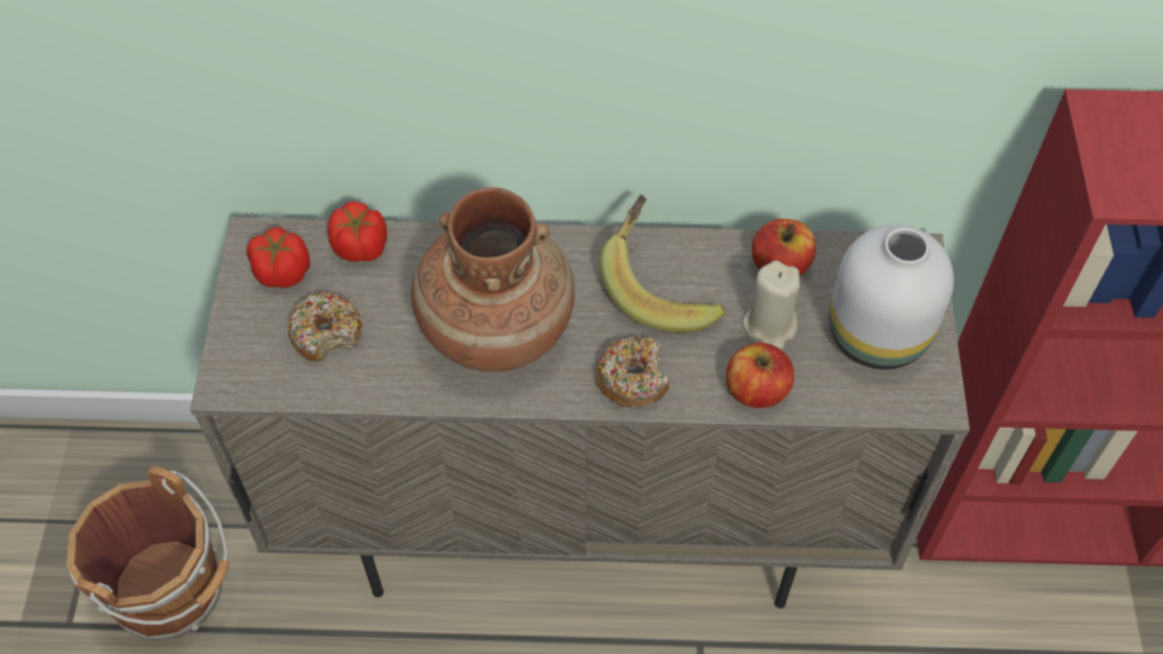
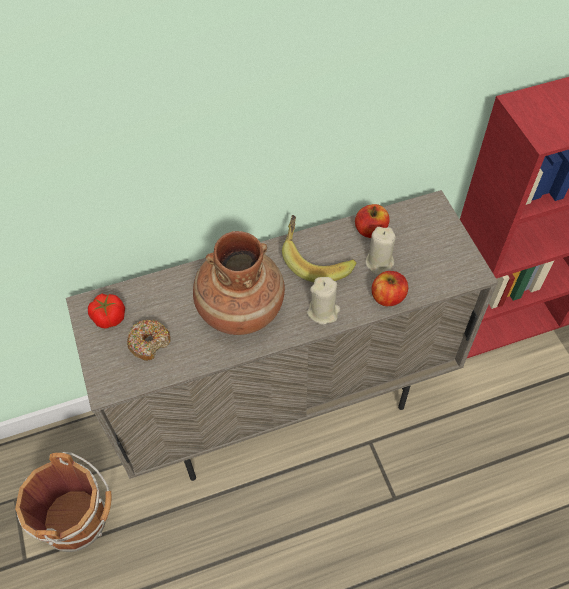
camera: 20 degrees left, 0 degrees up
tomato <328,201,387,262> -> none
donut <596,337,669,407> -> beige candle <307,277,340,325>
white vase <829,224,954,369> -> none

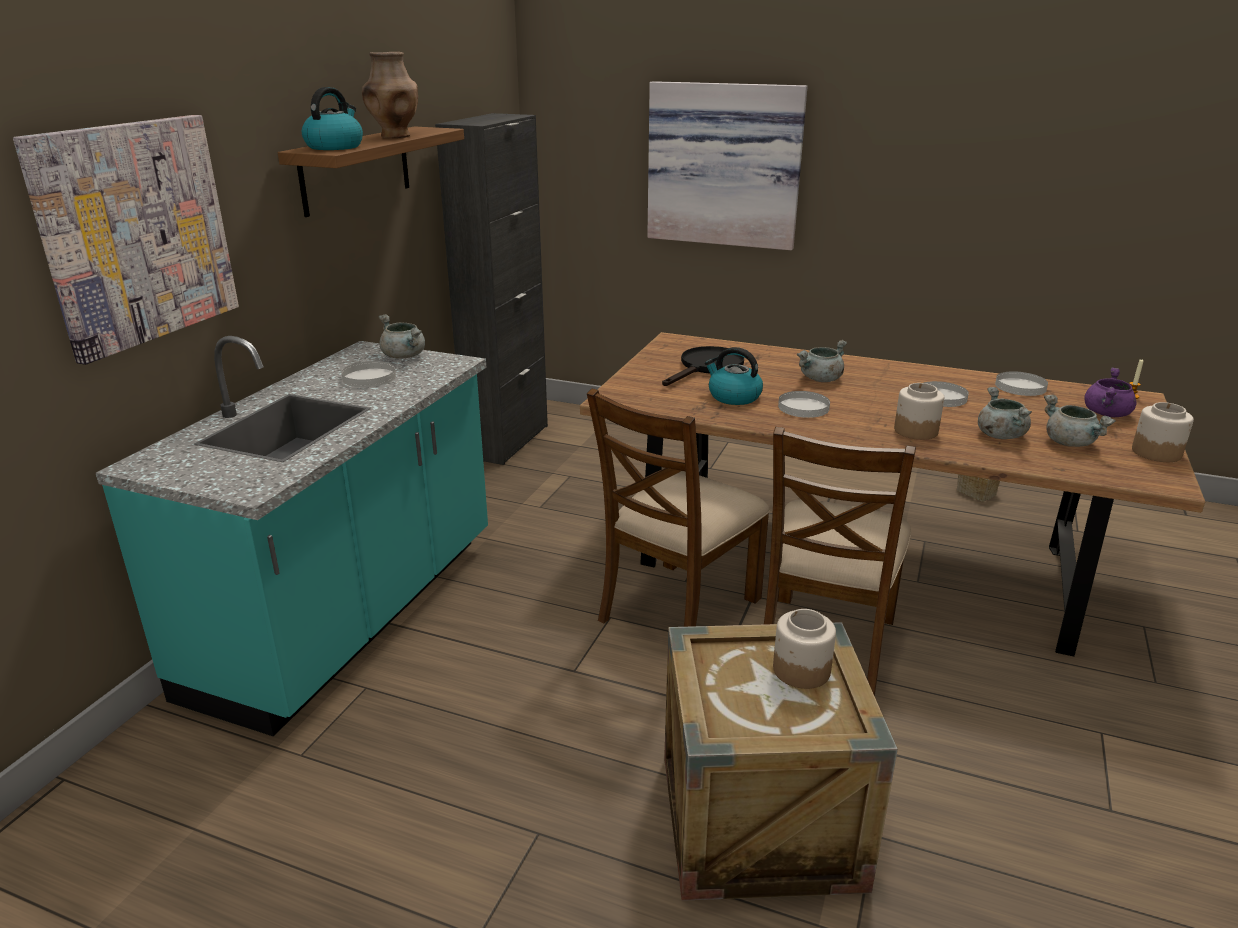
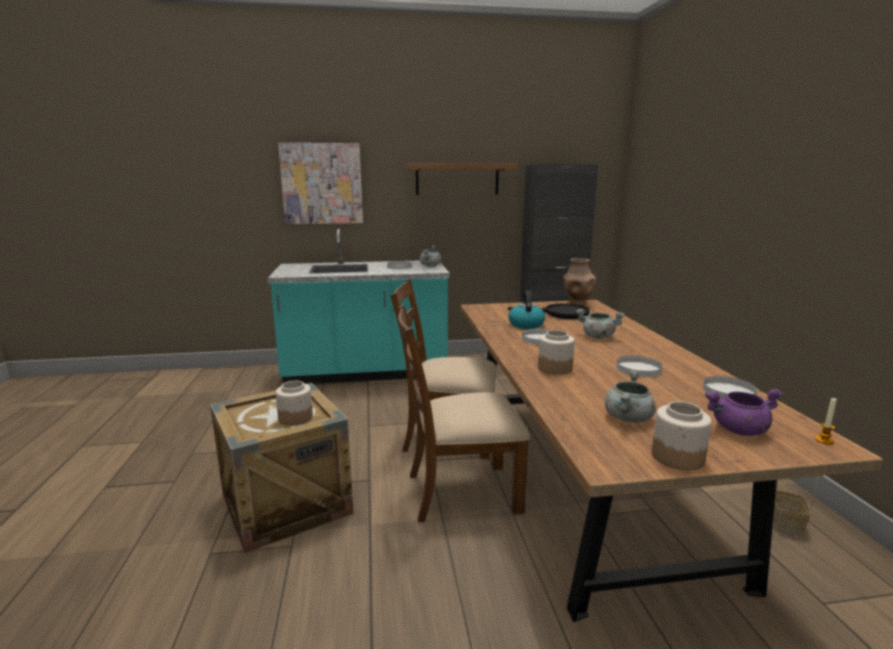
camera: 60 degrees right, 10 degrees down
kettle <302,87,363,150> -> none
brown vase <362,52,418,138> -> brown vase <563,258,596,306>, shifted
picture <647,81,808,250> -> none
grey cooking pot <978,387,1032,439> -> none

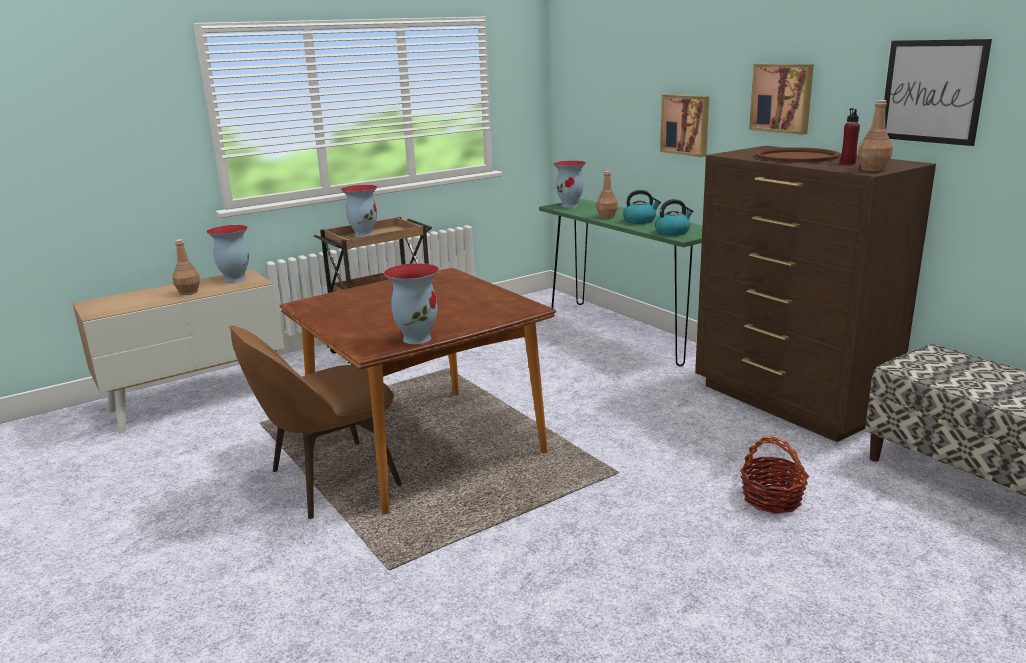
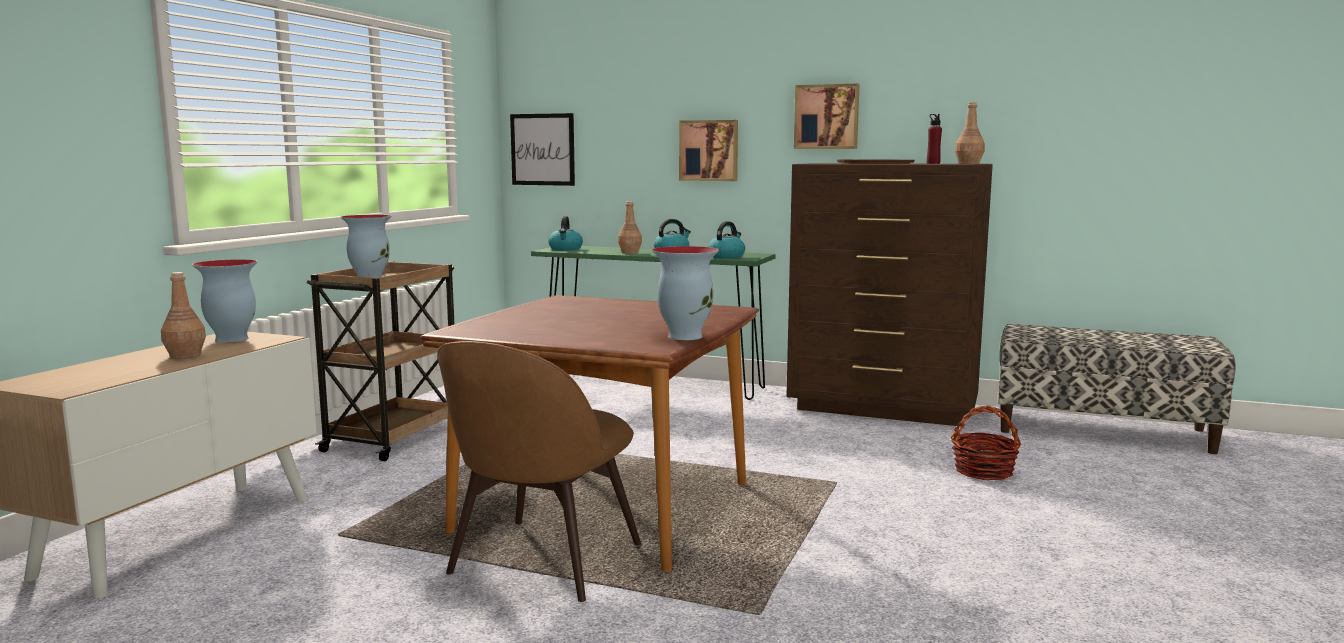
camera: 35 degrees left, 10 degrees down
vase <553,161,586,208> -> kettle <548,216,583,250>
picture <884,39,992,146> -> picture <510,113,575,186>, shifted

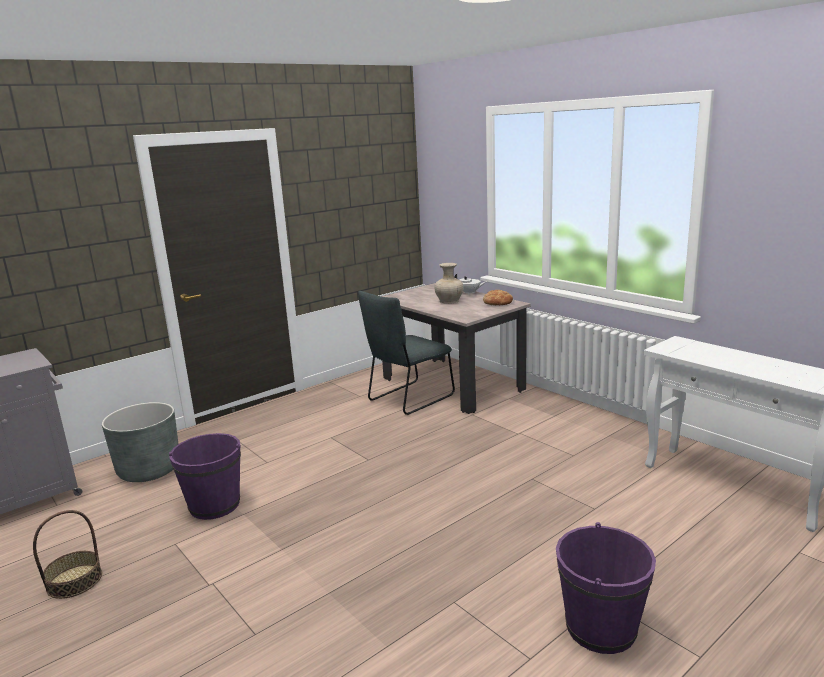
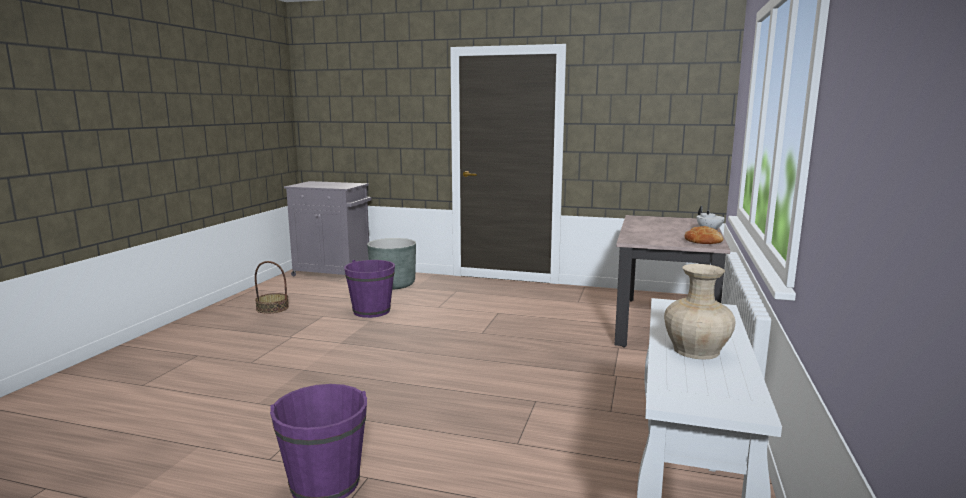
camera: 55 degrees right, 5 degrees down
grey chair <358,291,455,415> -> none
beige vase <434,263,463,304> -> beige vase <664,264,735,360>, shifted

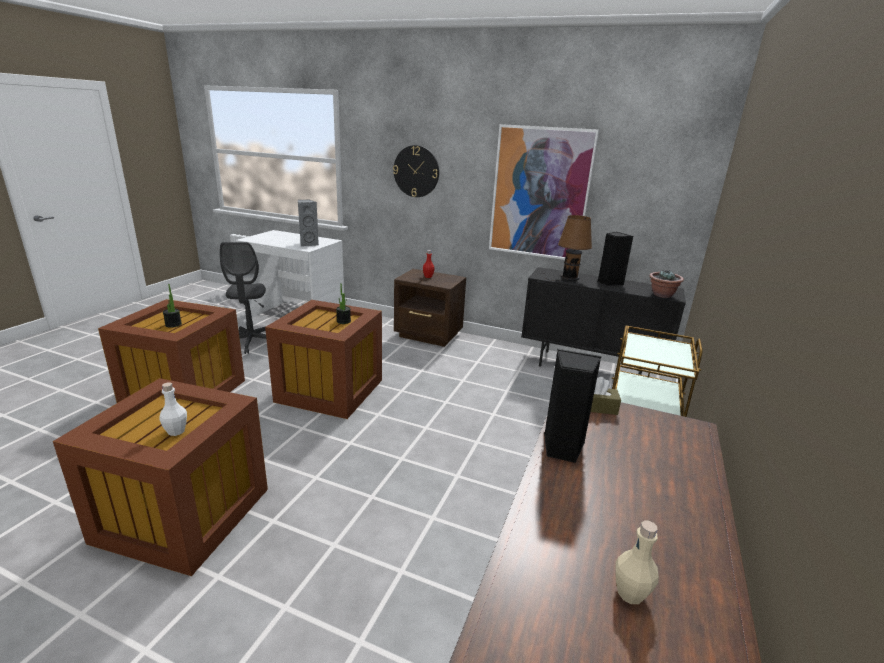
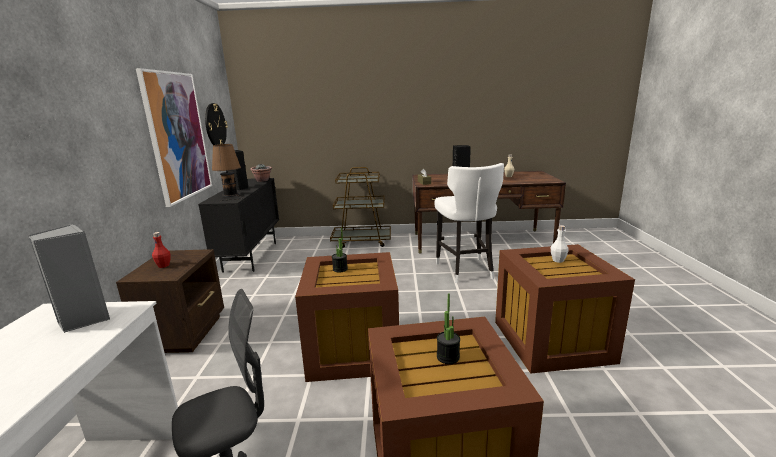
camera: 110 degrees left, 5 degrees down
wall clock <393,145,439,197> -> wall clock <205,103,228,145>, shifted
none -> white stool <434,163,504,283>

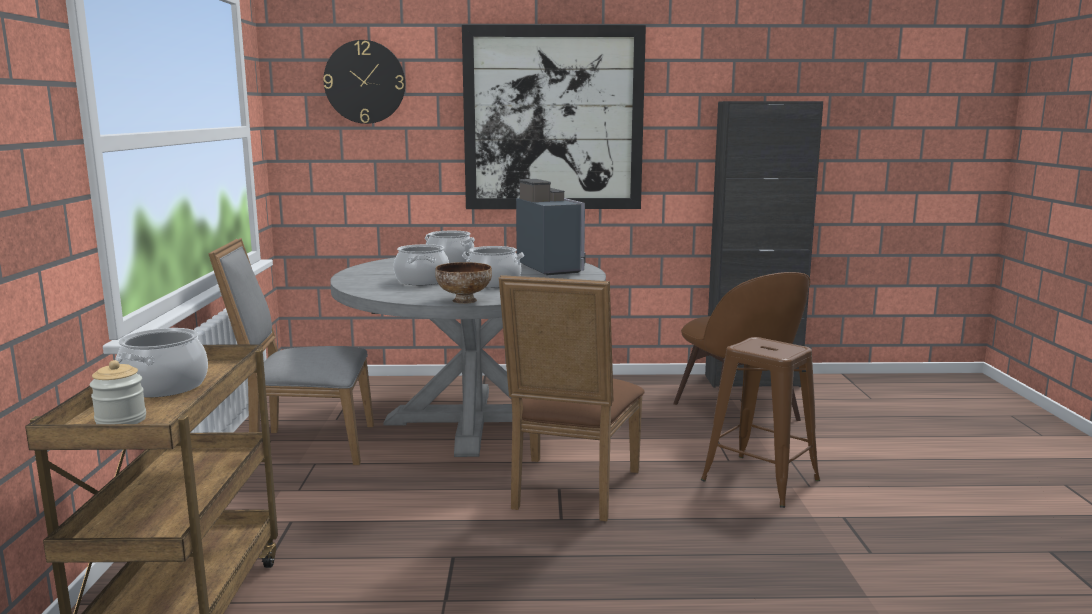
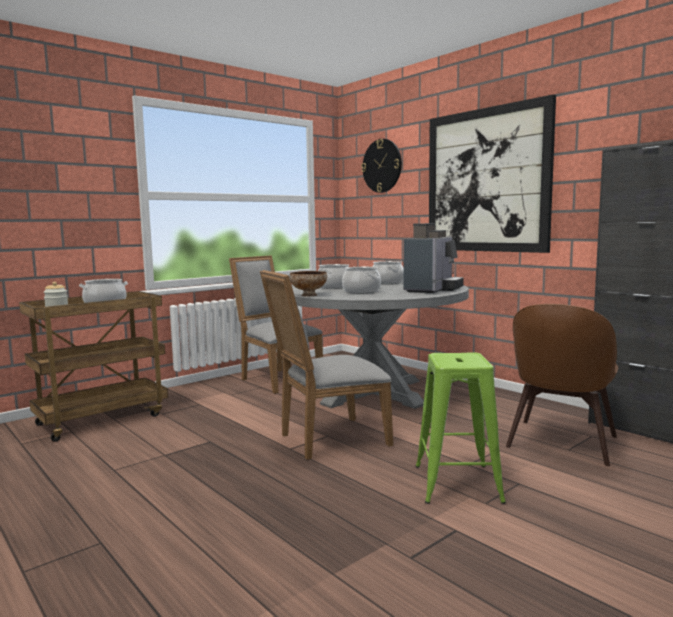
camera: 50 degrees right, 5 degrees down
brown chair <499,275,645,521> -> grey chair <260,270,393,460>
brown stool <701,337,820,508> -> green stool <416,352,506,504>

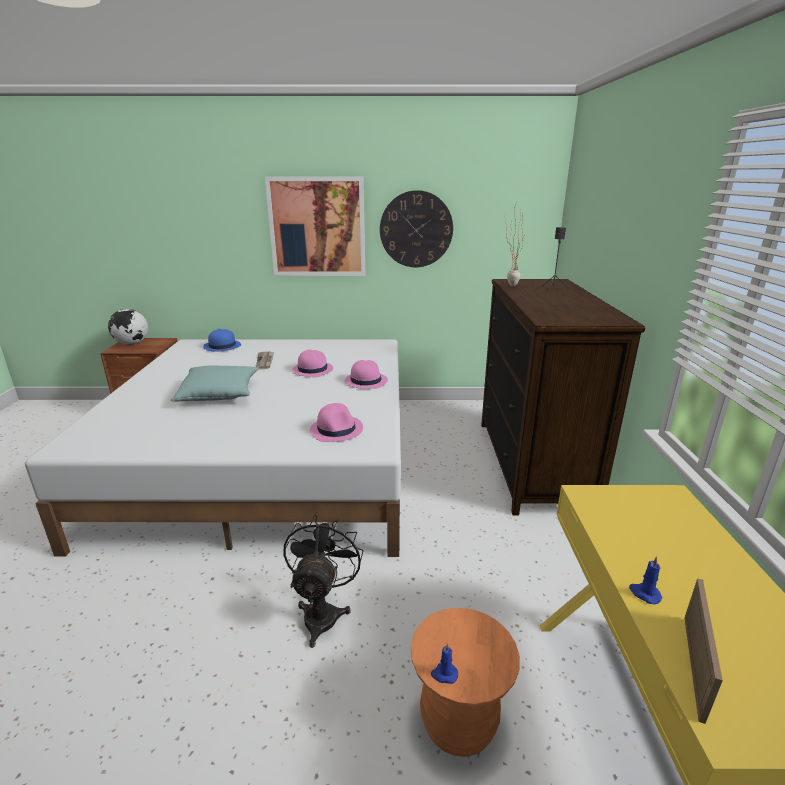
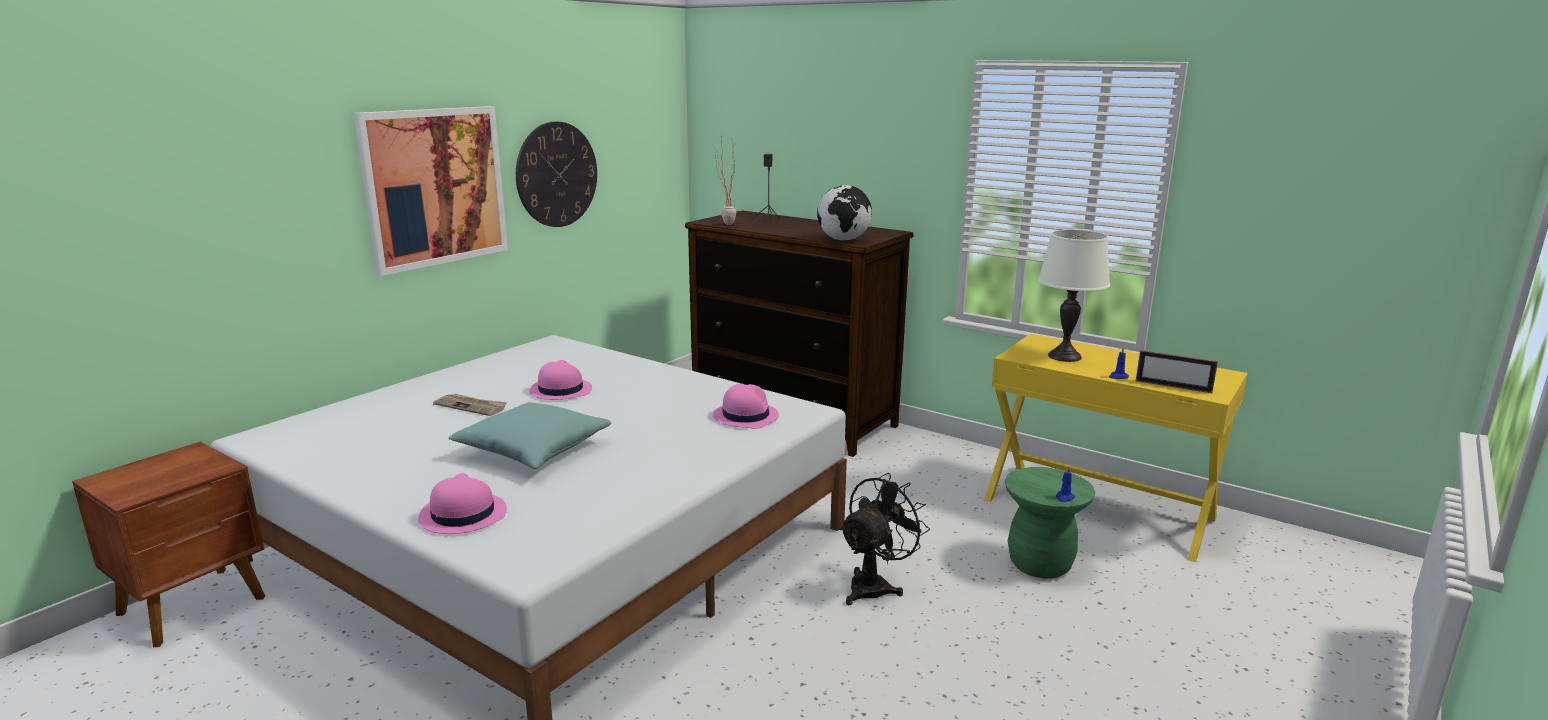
camera: 55 degrees left, 5 degrees down
globe <108,309,148,345> -> globe <817,185,872,241>, shifted
blue hat <203,329,241,352> -> none
black fan <284,515,363,648> -> black fan <839,473,930,605>, 90 degrees clockwise
pink hat <345,360,388,389> -> pink hat <418,473,507,534>, shifted
orange stool <411,608,520,757> -> green stool <1005,467,1095,579>
picture frame <685,578,723,724> -> picture frame <1136,350,1218,393>, 150 degrees clockwise
none -> white table lamp <1038,230,1110,362>

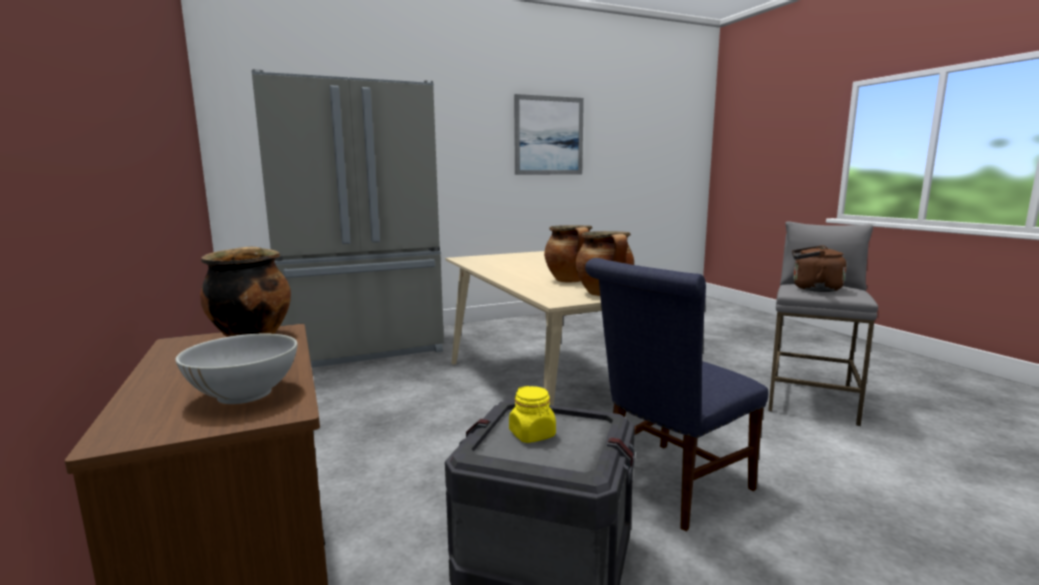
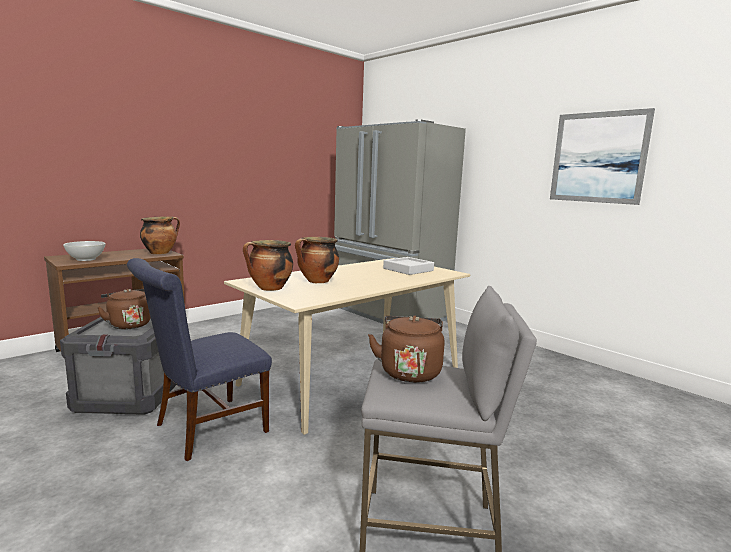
camera: 70 degrees right, 0 degrees up
yellow jar <509,386,556,443> -> brown kettle <97,289,150,329>
blue chair <585,258,768,531> -> blue chair <127,258,272,461>, 75 degrees counterclockwise
none -> grey tray <383,257,434,275>

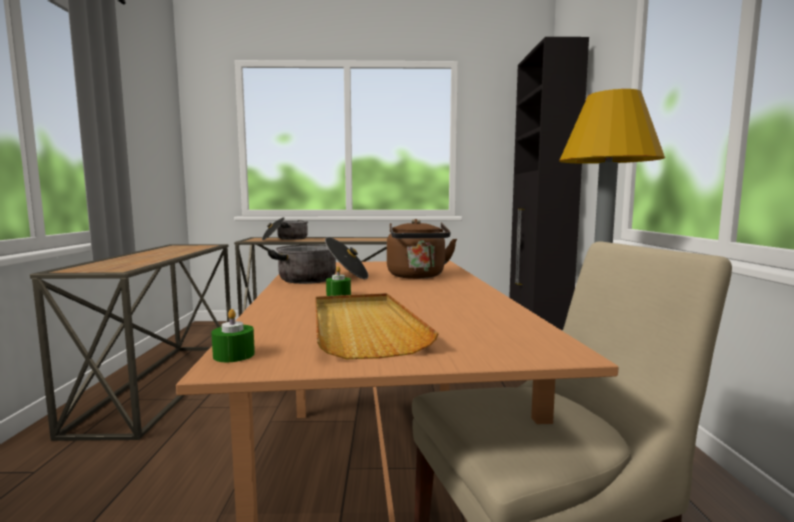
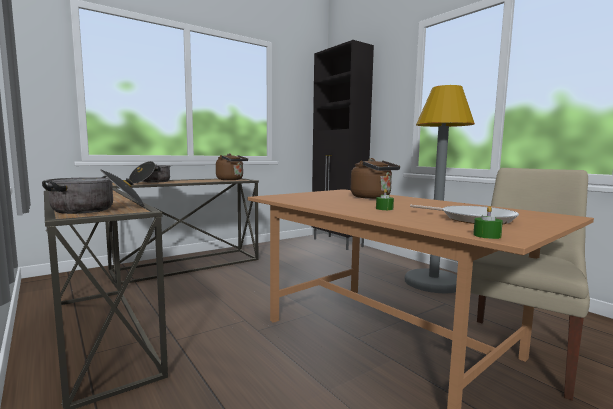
camera: 35 degrees left, 0 degrees up
cooking pot <268,237,368,284> -> cooking pot <42,169,144,214>, shifted
beige tray <315,293,439,359> -> frying pan <410,205,519,224>
none -> brown kettle <216,153,248,180>

